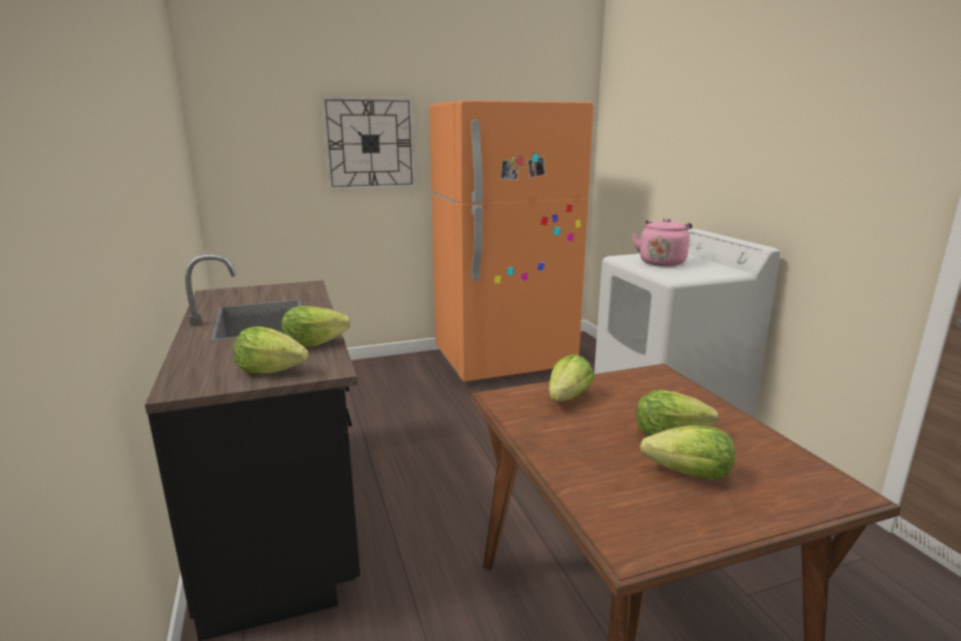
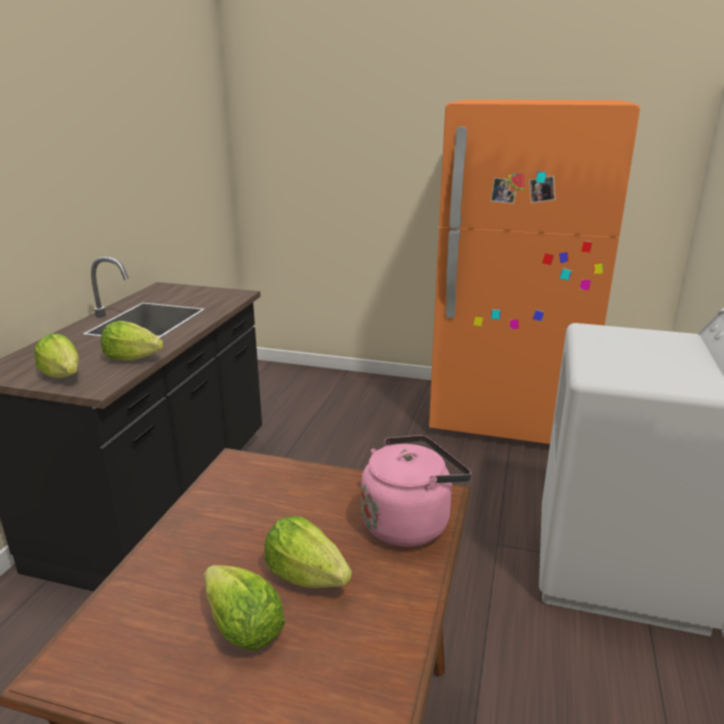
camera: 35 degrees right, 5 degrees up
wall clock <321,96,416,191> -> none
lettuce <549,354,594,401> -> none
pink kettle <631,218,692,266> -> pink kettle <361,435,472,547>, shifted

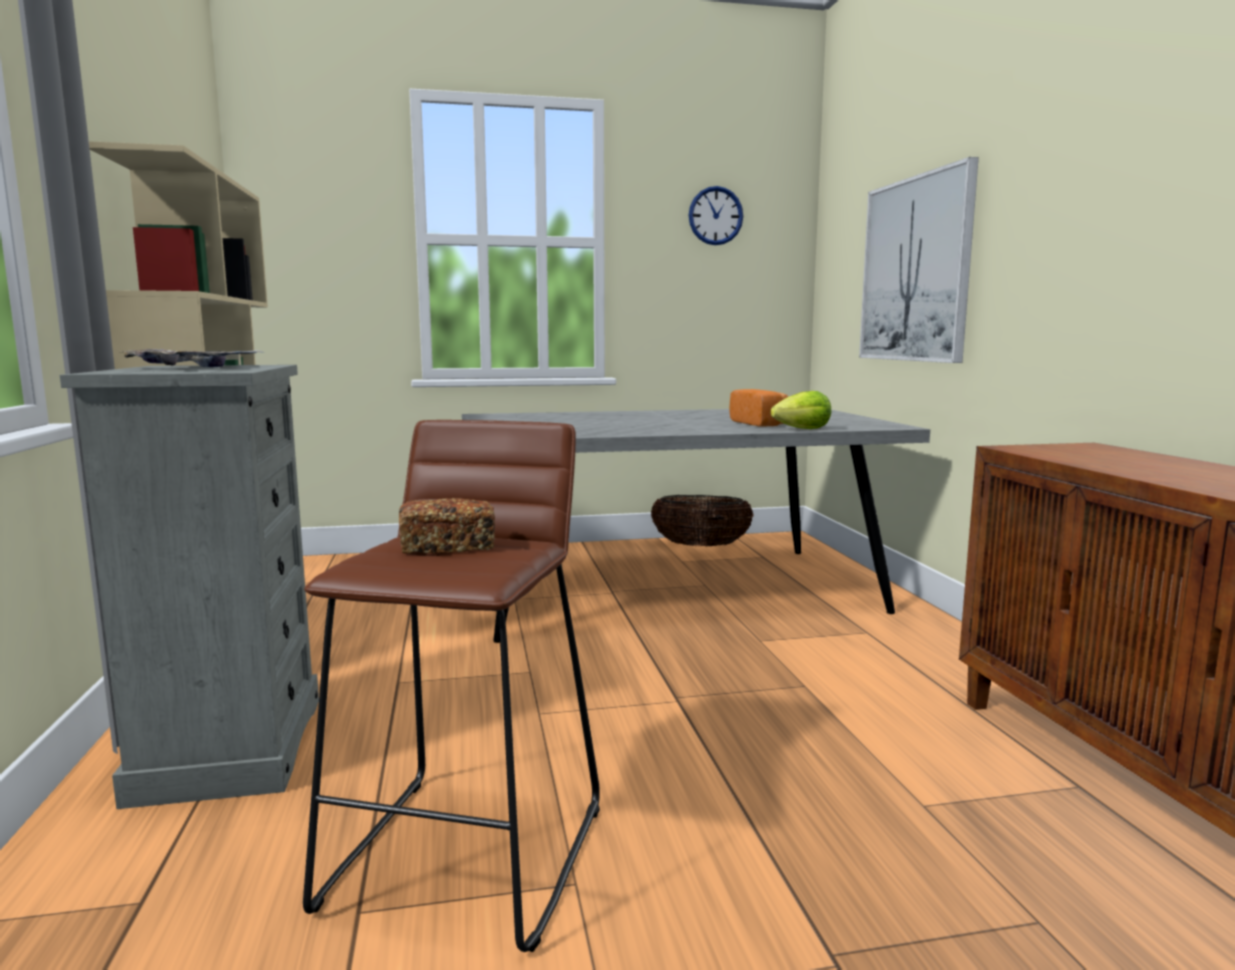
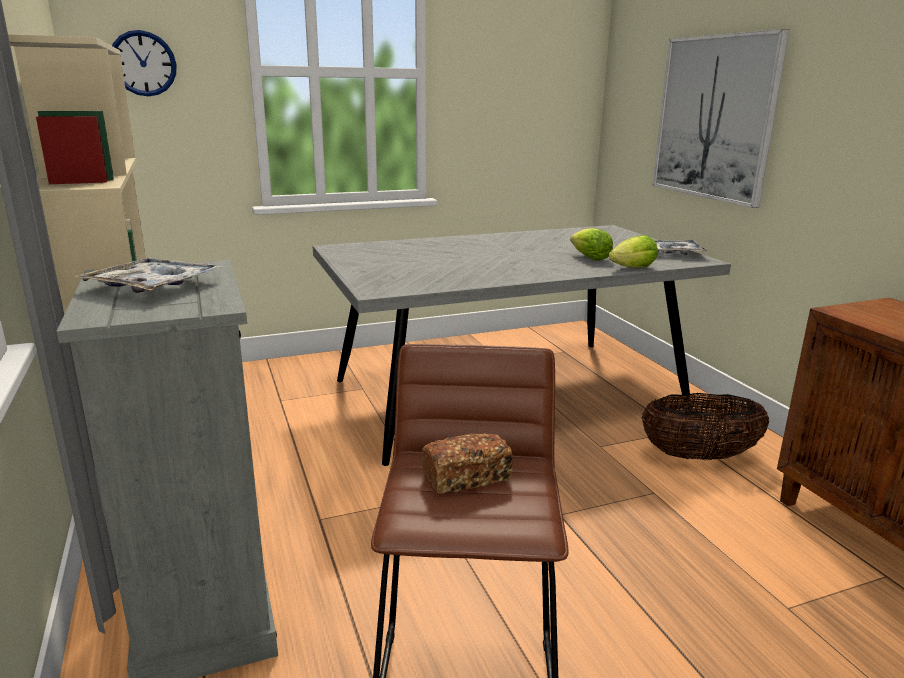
camera: 10 degrees left, 10 degrees up
basket <651,495,754,547> -> basket <641,393,769,460>, shifted
wall clock <689,186,743,245> -> wall clock <112,30,177,96>, shifted
bread <729,389,788,427> -> lettuce <570,228,613,261>
none -> tray <654,240,708,255>

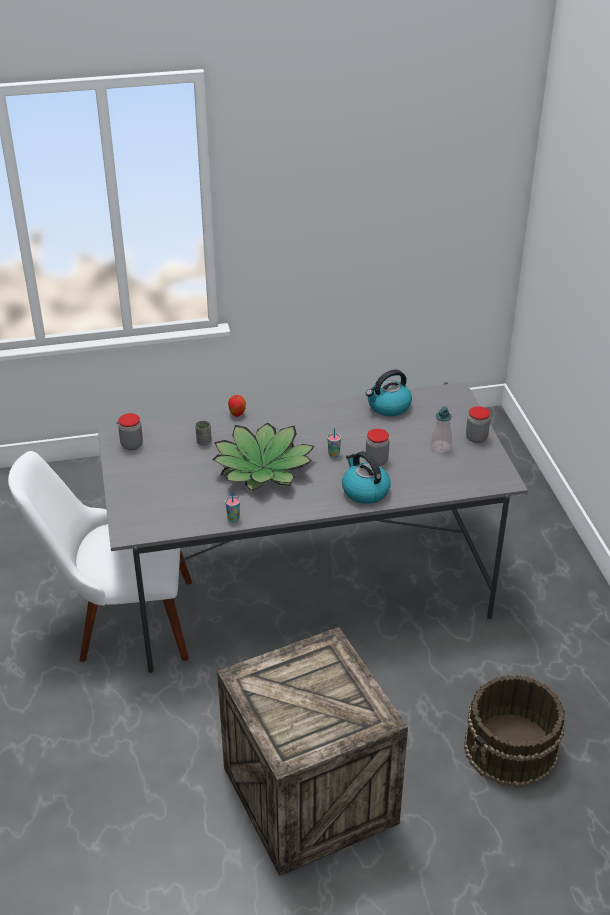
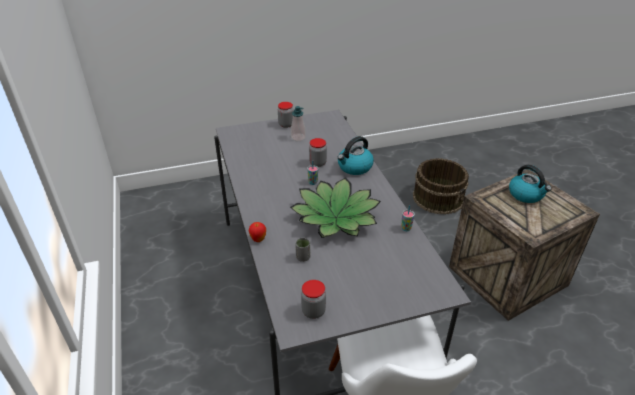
camera: 95 degrees left, 0 degrees up
kettle <366,369,412,416> -> kettle <509,165,552,203>, shifted

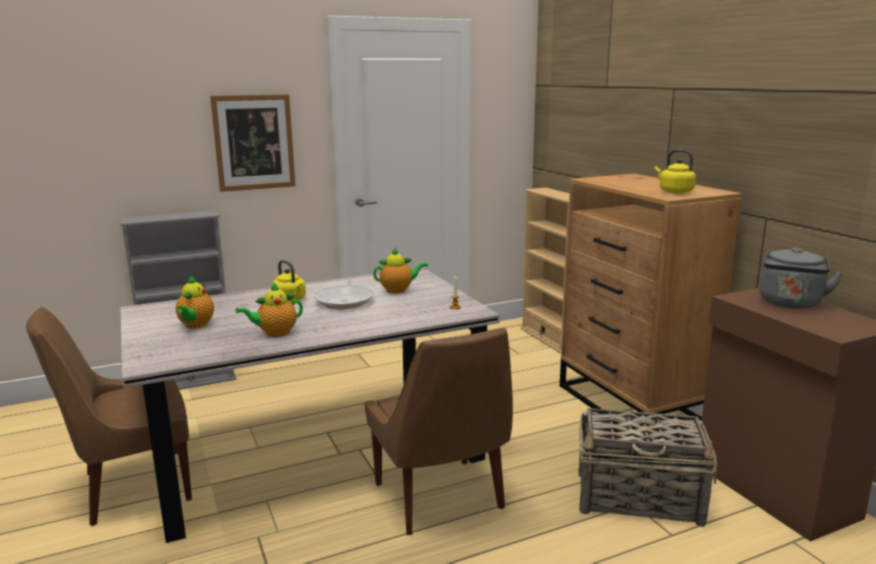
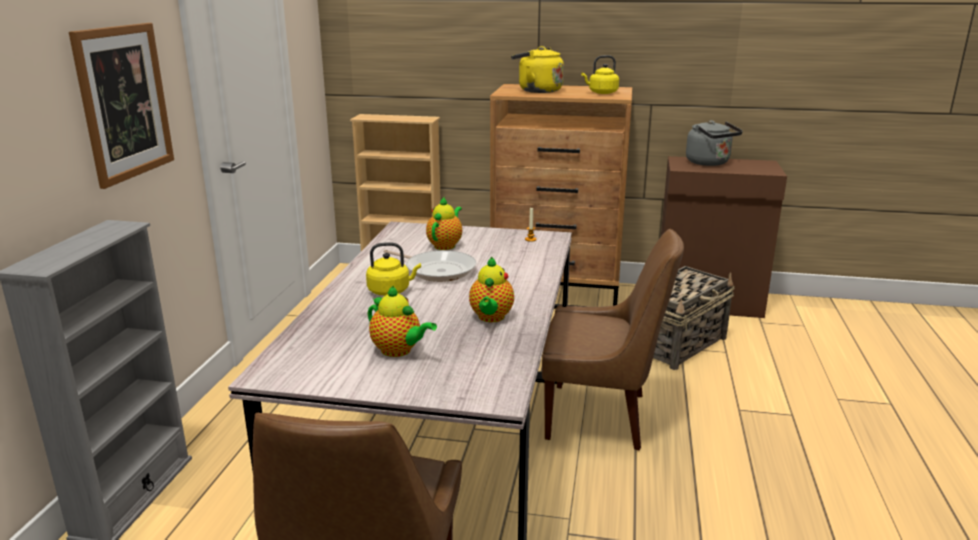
camera: 55 degrees left, 5 degrees up
none -> yellow kettle <511,46,564,93>

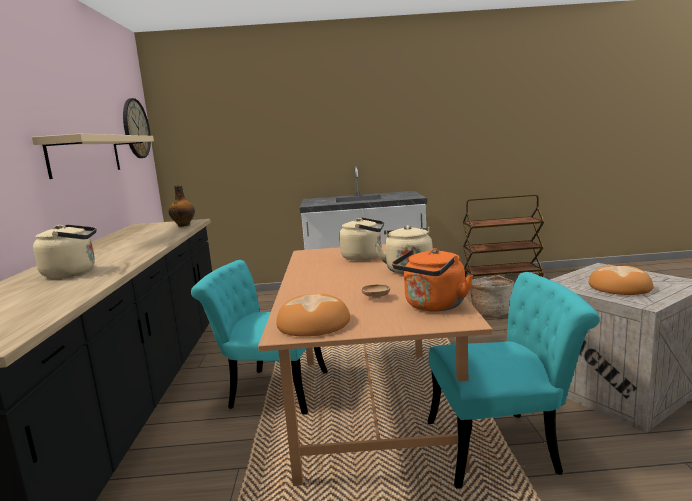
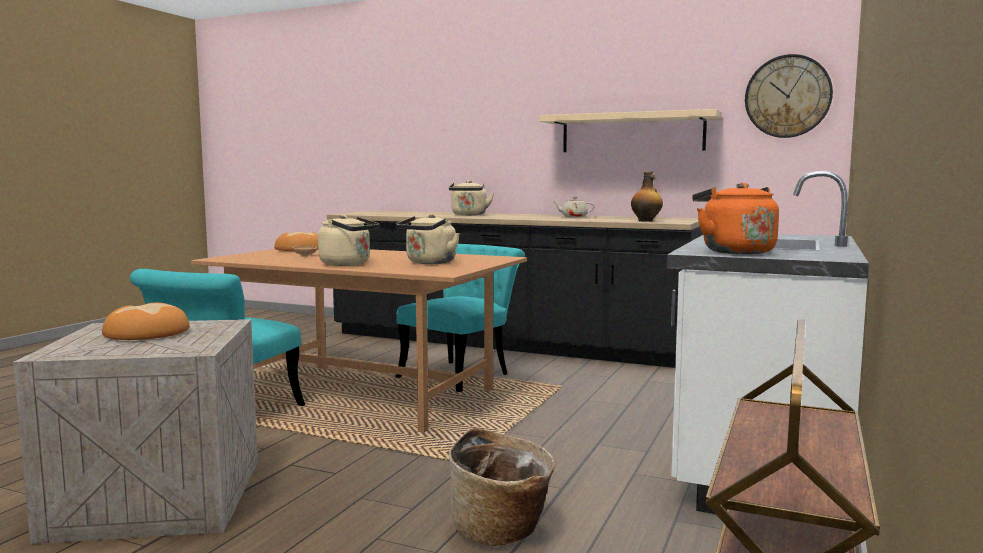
camera: 115 degrees right, 5 degrees down
orange kettle <392,248,473,312> -> orange kettle <692,183,779,254>, shifted
none -> beige teapot <553,197,595,218>

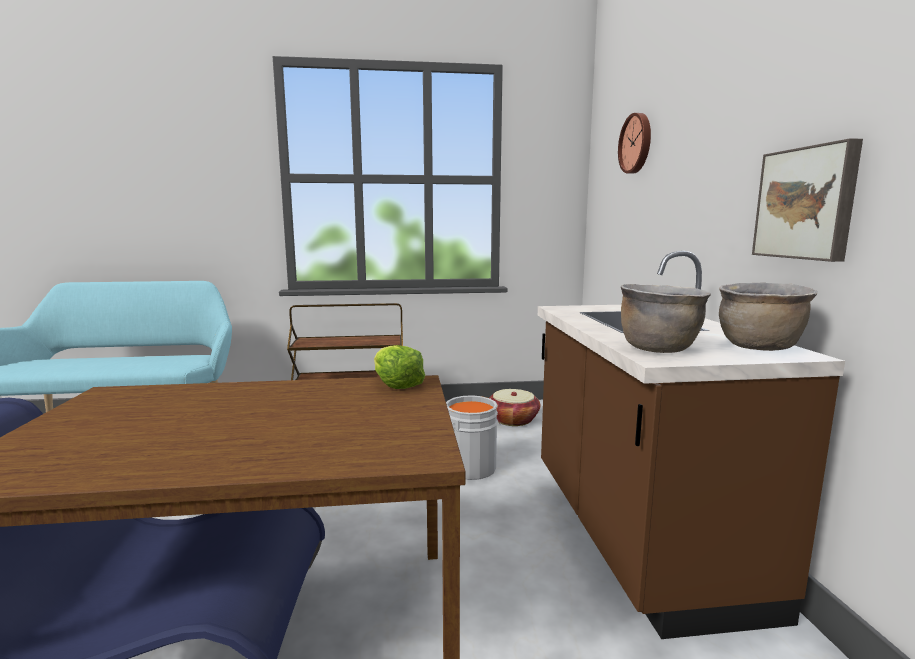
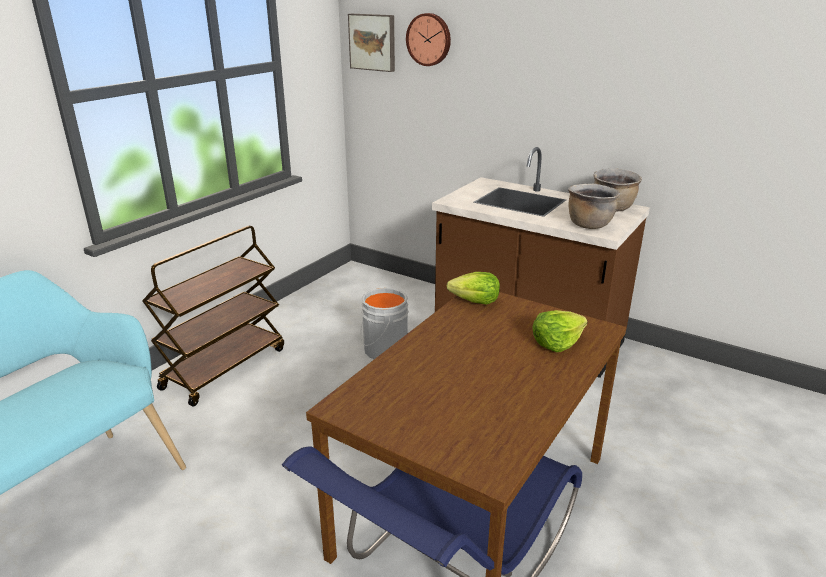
camera: 50 degrees left, 15 degrees up
basket <489,389,540,426> -> none
picture <752,138,863,262> -> picture <348,14,395,72>, shifted
none -> lettuce <532,310,588,352>

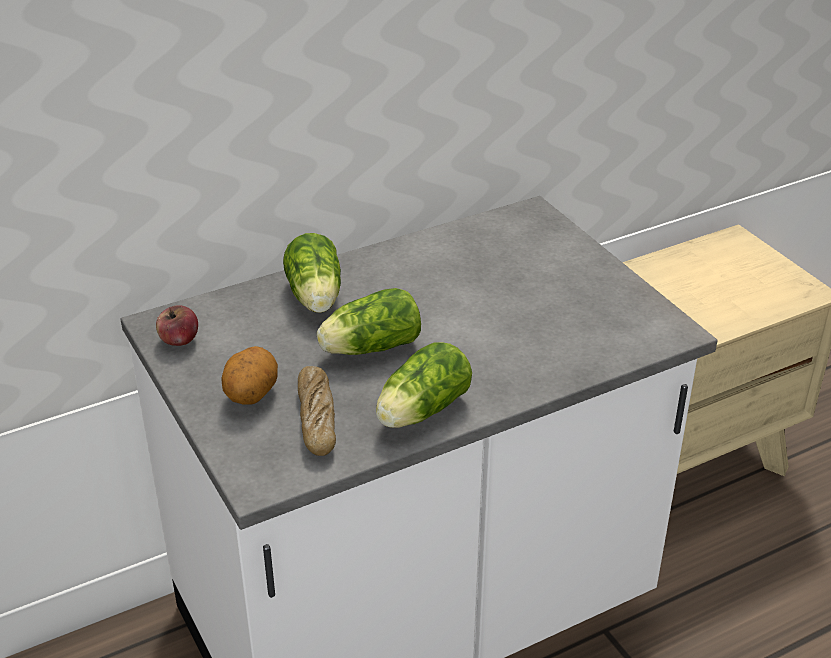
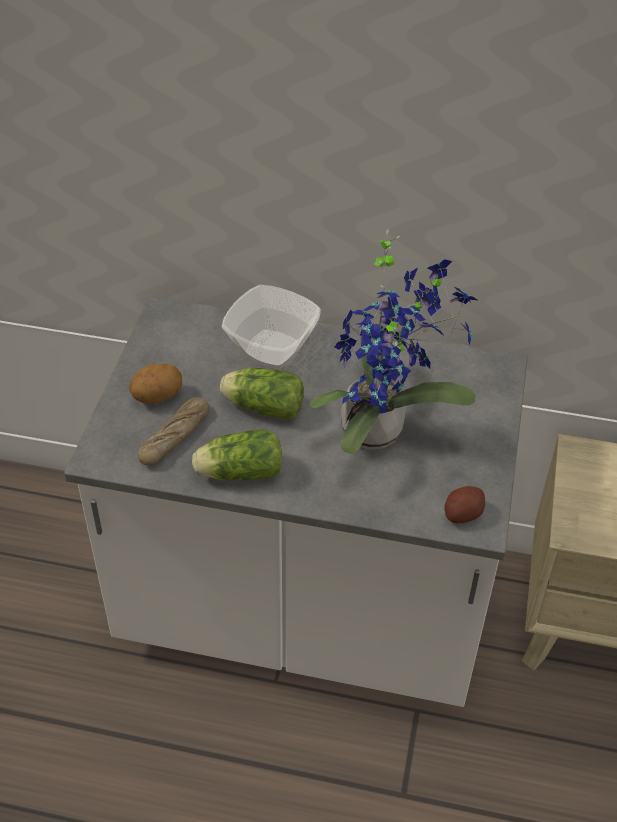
camera: 40 degrees right, 10 degrees up
apple <156,305,198,346> -> none
lettuce <283,233,341,313> -> bowl <222,285,321,368>
none -> potted plant <309,229,477,454>
none -> potato <445,486,485,524>

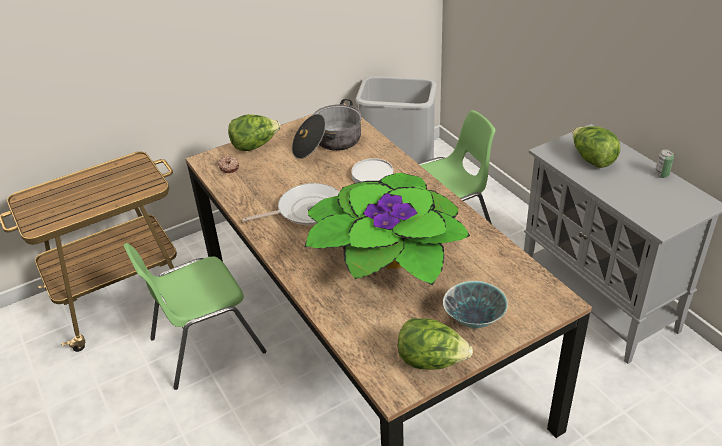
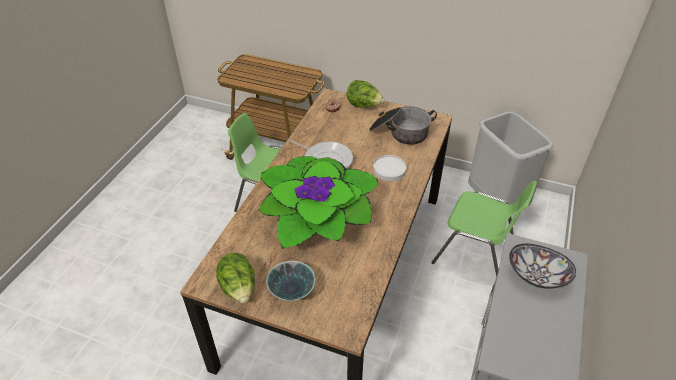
camera: 50 degrees right, 5 degrees up
lettuce <572,126,620,168> -> bowl <509,244,576,289>
can <655,150,674,178> -> none

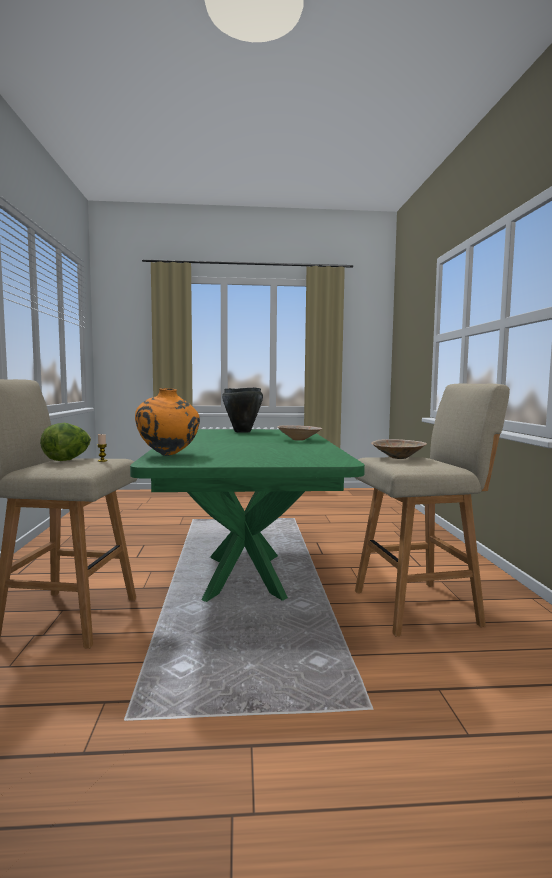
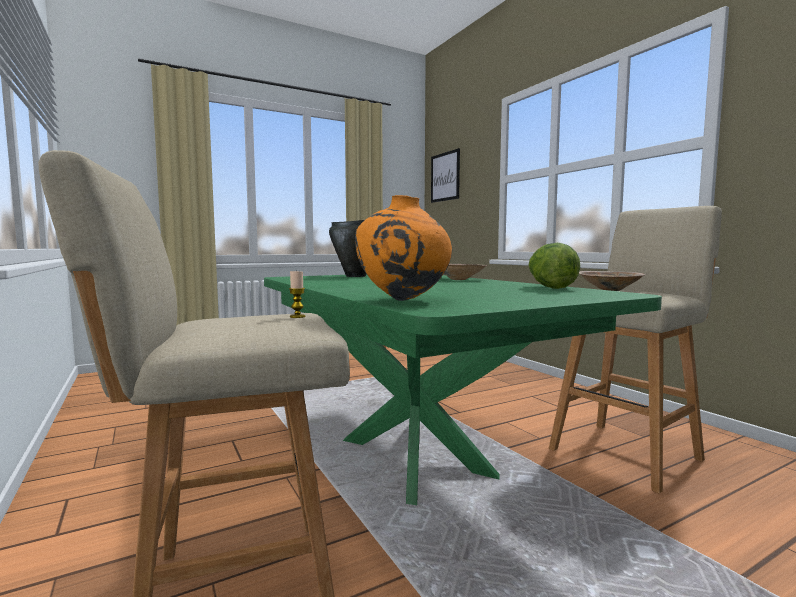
camera: 25 degrees left, 0 degrees up
lettuce <40,423,91,461> -> lettuce <529,243,580,289>, shifted
none -> picture <431,148,460,203>

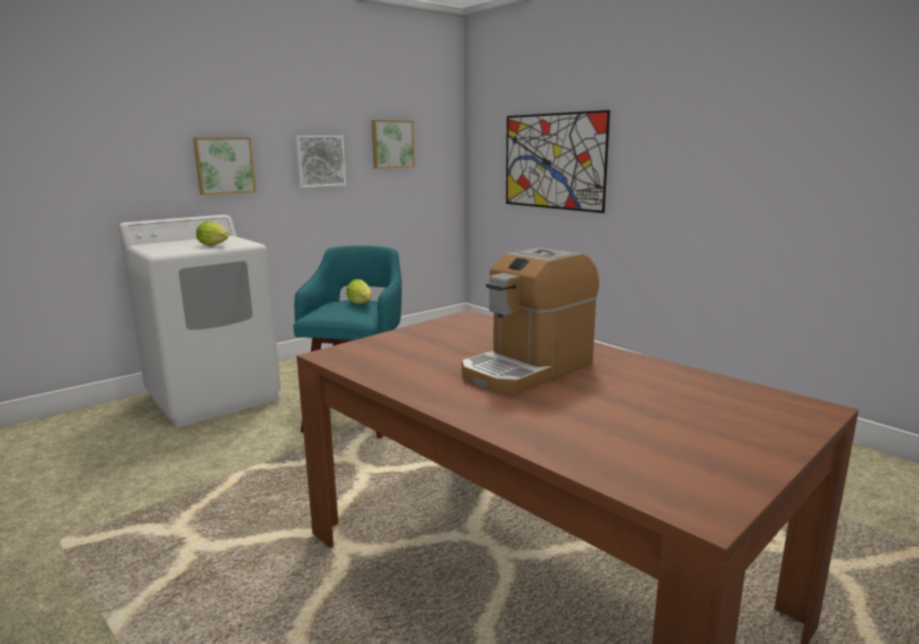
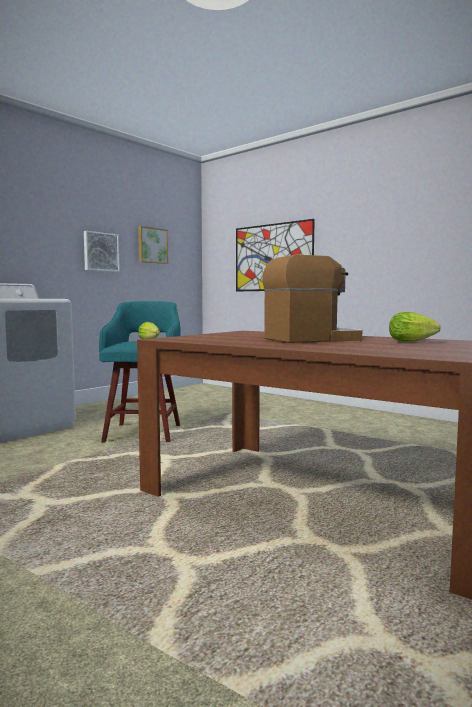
camera: 10 degrees left, 10 degrees down
picture <193,137,256,195> -> none
lettuce <196,221,229,246> -> lettuce <389,312,441,342>, shifted
coffee machine <462,247,599,394> -> coffee machine <262,254,362,343>, 150 degrees counterclockwise

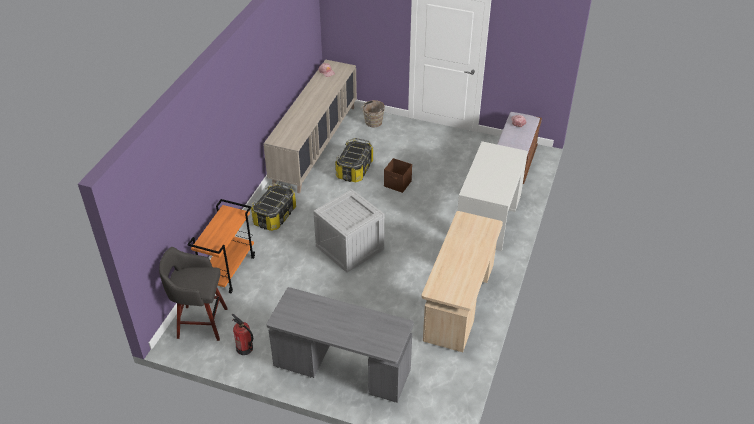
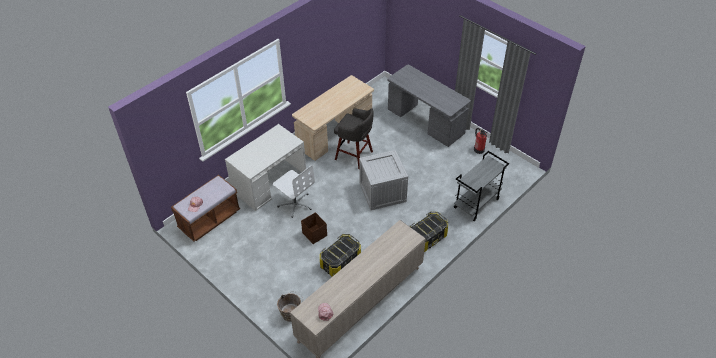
camera: 155 degrees left, 5 degrees up
grey stool <159,247,228,341> -> grey stool <334,108,374,169>, shifted
orange cart <187,199,255,293> -> grey cart <454,151,509,221>
none -> white office chair <273,165,315,218>

